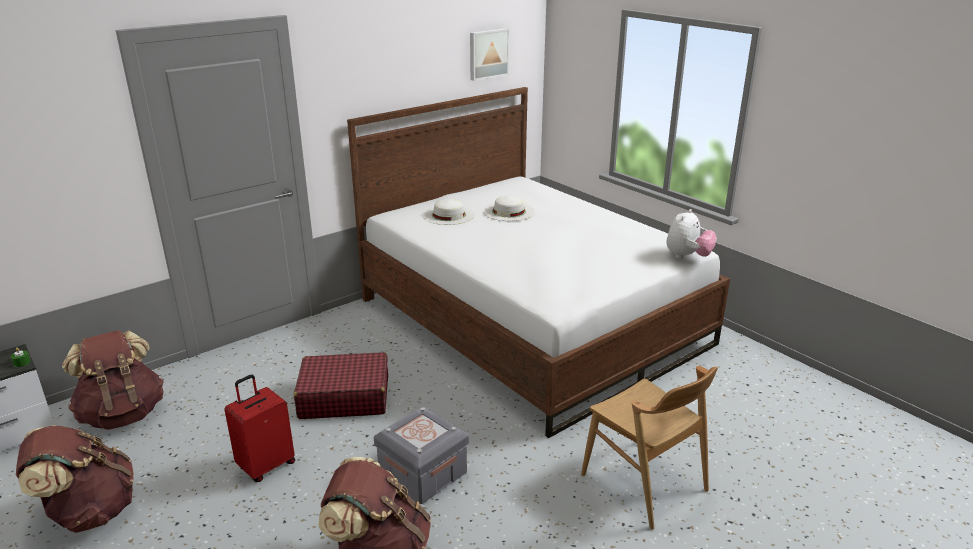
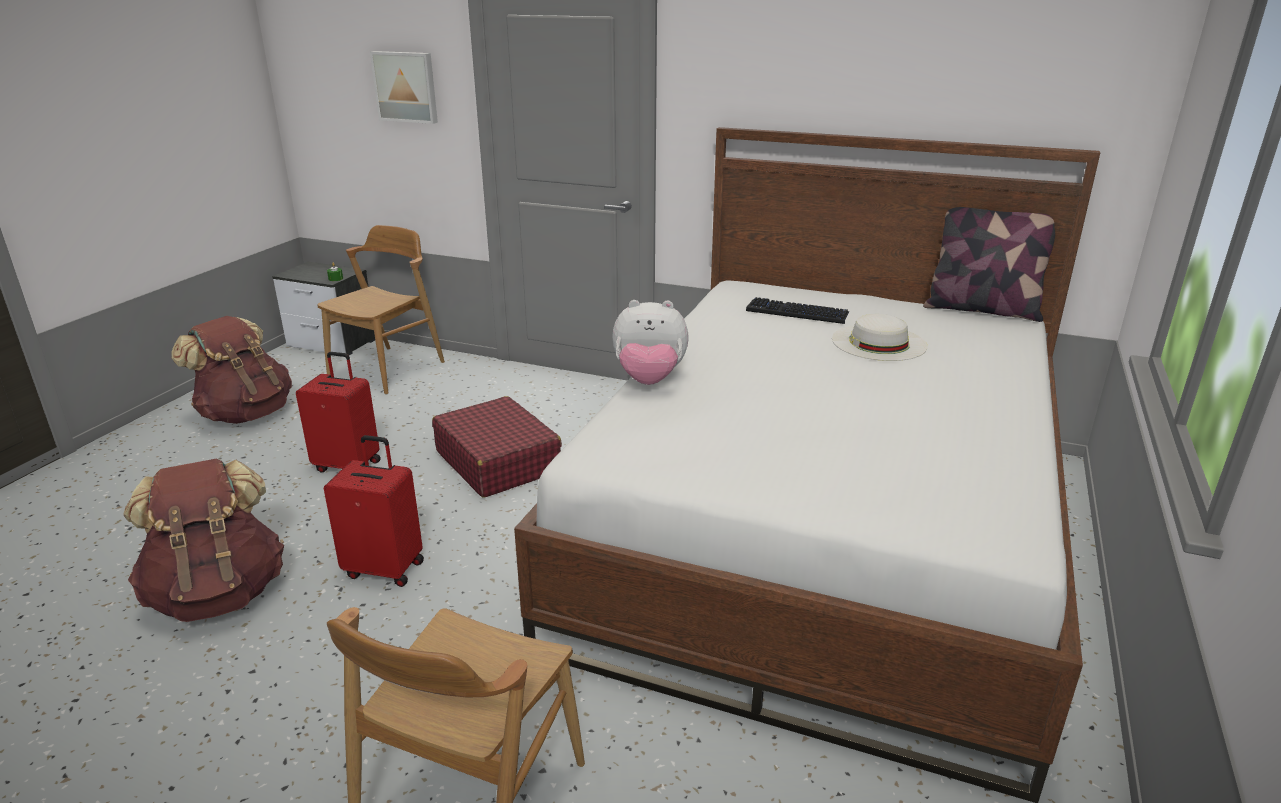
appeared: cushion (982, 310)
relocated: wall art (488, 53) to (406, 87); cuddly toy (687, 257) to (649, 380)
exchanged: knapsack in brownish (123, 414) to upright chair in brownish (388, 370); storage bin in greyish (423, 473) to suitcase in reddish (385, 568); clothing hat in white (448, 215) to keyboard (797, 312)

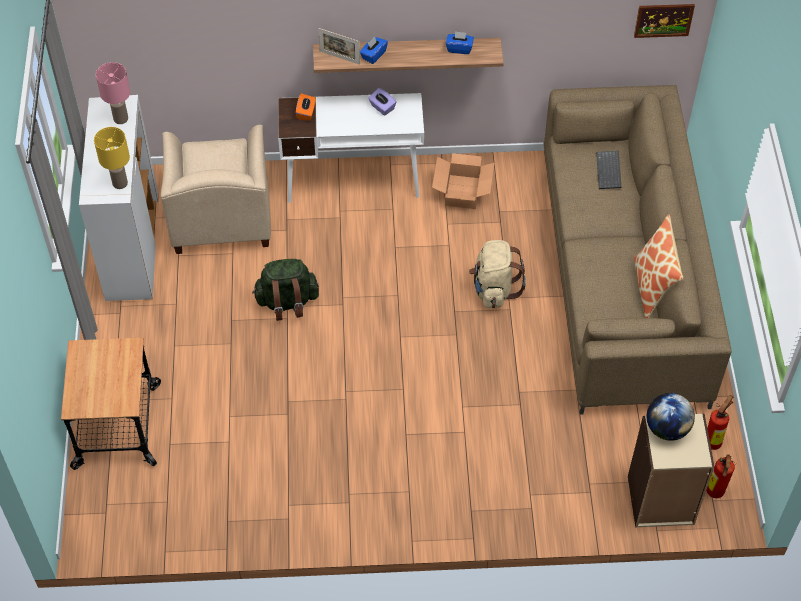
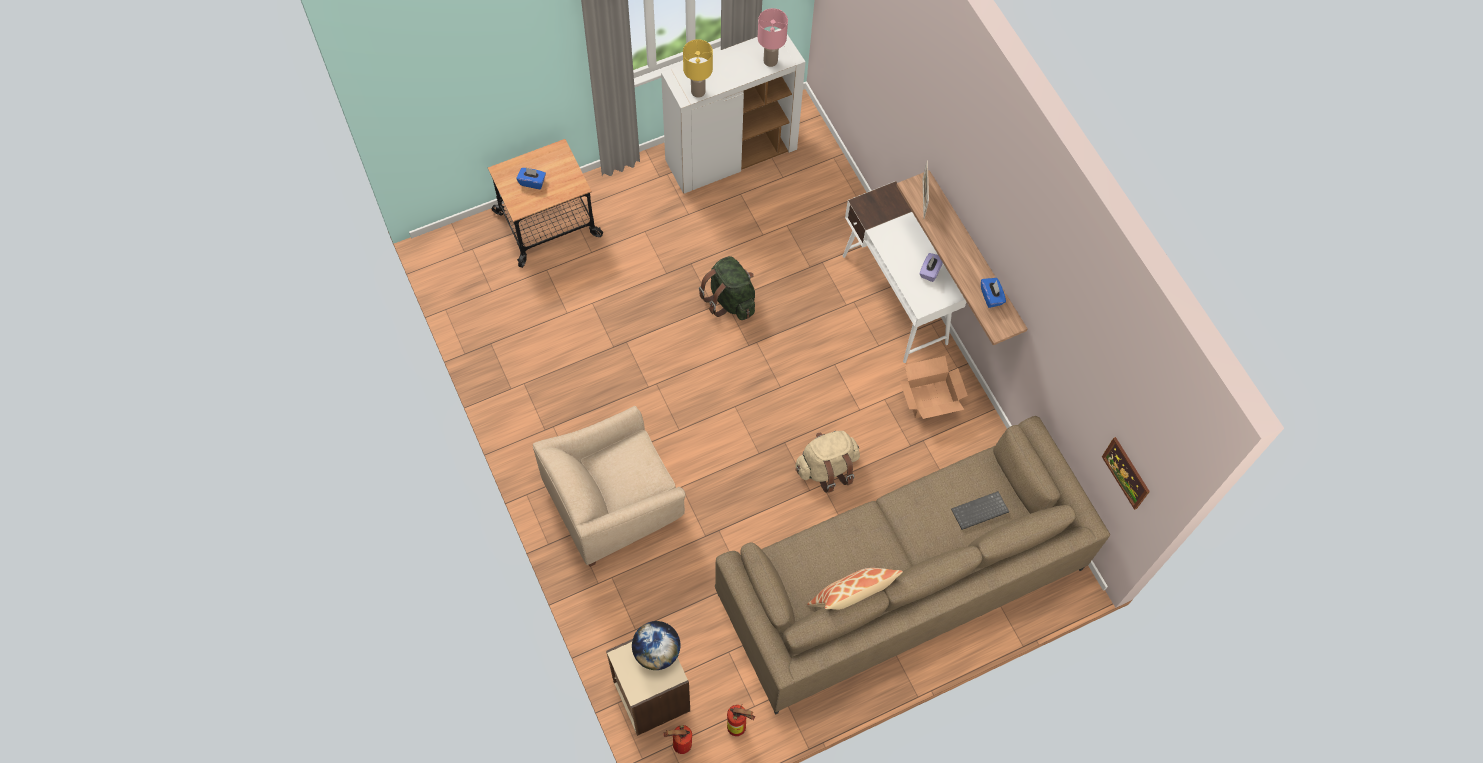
missing: box of tissues in orangey (306, 113)
relocated: armchair in sand-coloured (220, 214) to (613, 502); box of tissues in blue (373, 55) to (532, 182)

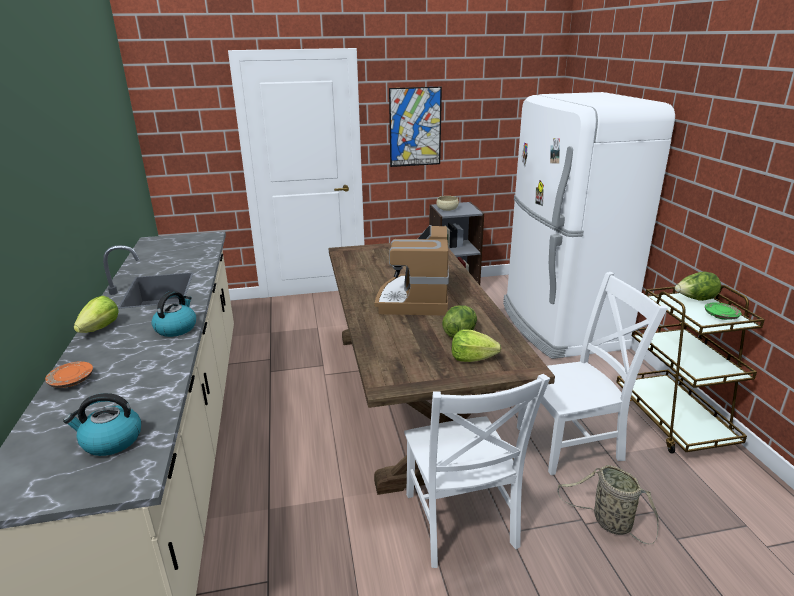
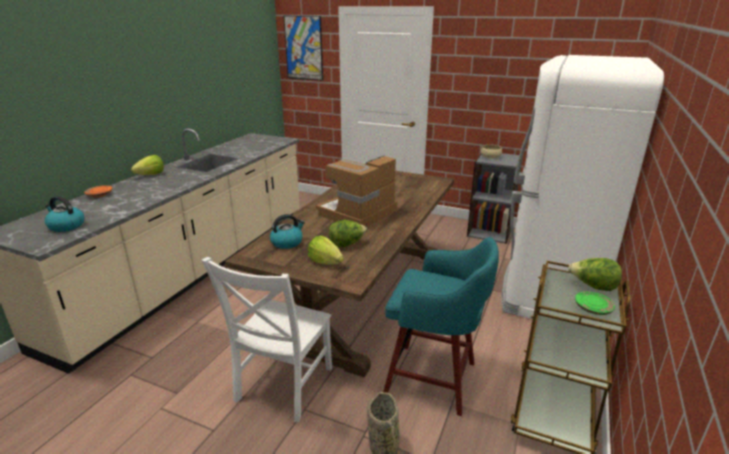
relocated: tea kettle (176, 328) to (287, 242); wall art (415, 127) to (303, 48)
exchanged: upright chair in white (573, 442) to stool in blue-green (434, 379)

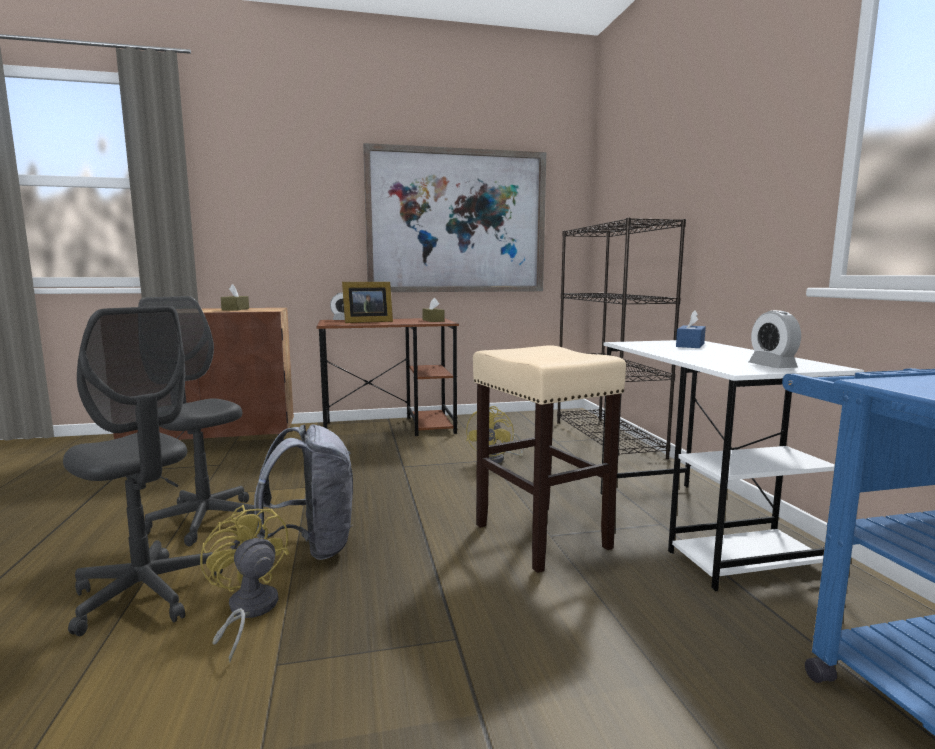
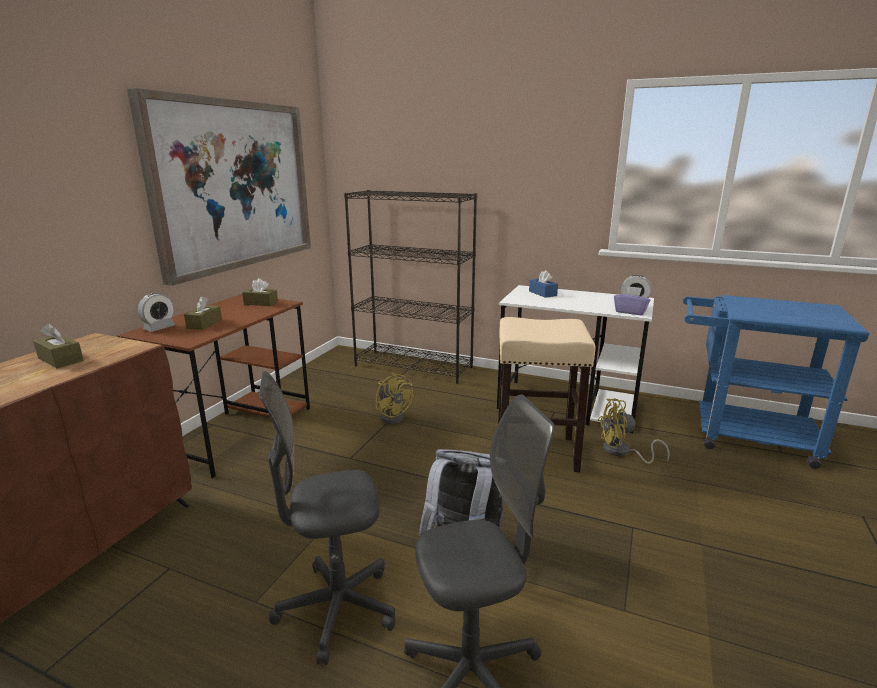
appeared: box of tissues in purple (630, 312)
relocated: fan in yellowish (248, 612) to (622, 452)
exchanged: photo frame (366, 322) to box of tissues in brownish (204, 324)

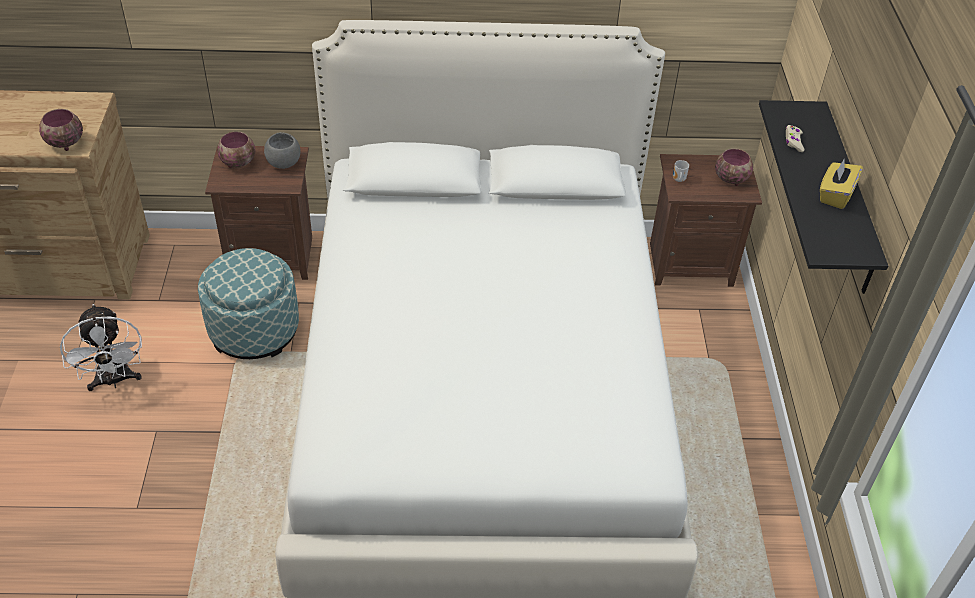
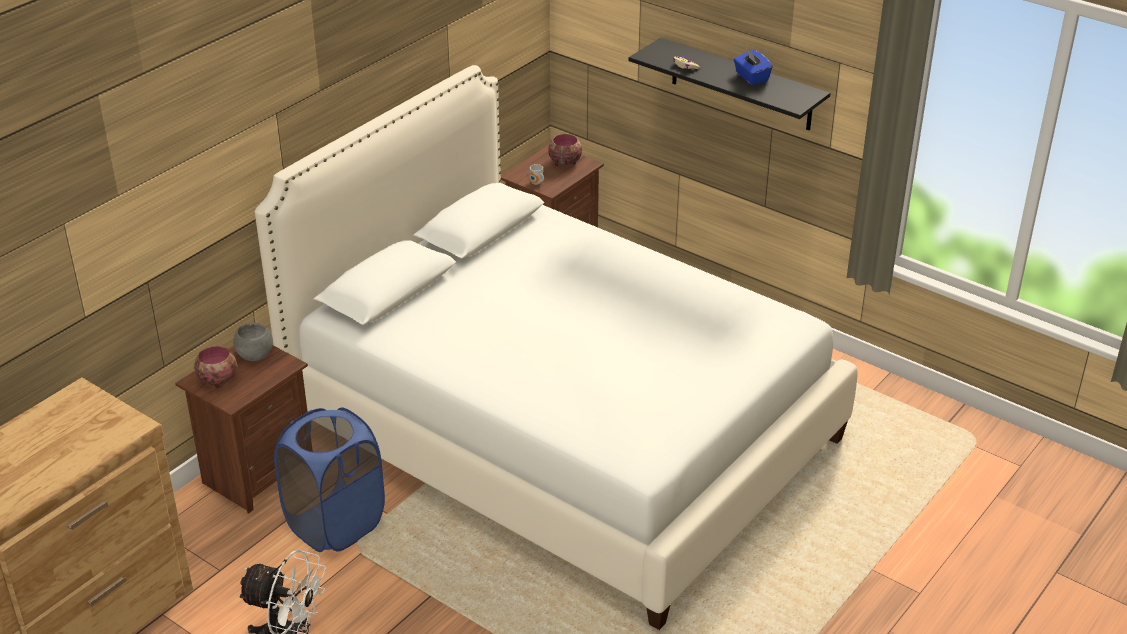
missing: deep dish (64, 143)
exchanged: pouffe (254, 330) to washing basket in blue (335, 524)
colour: box of tissues in yellowish (835, 195) to box of tissues in blue (751, 77)

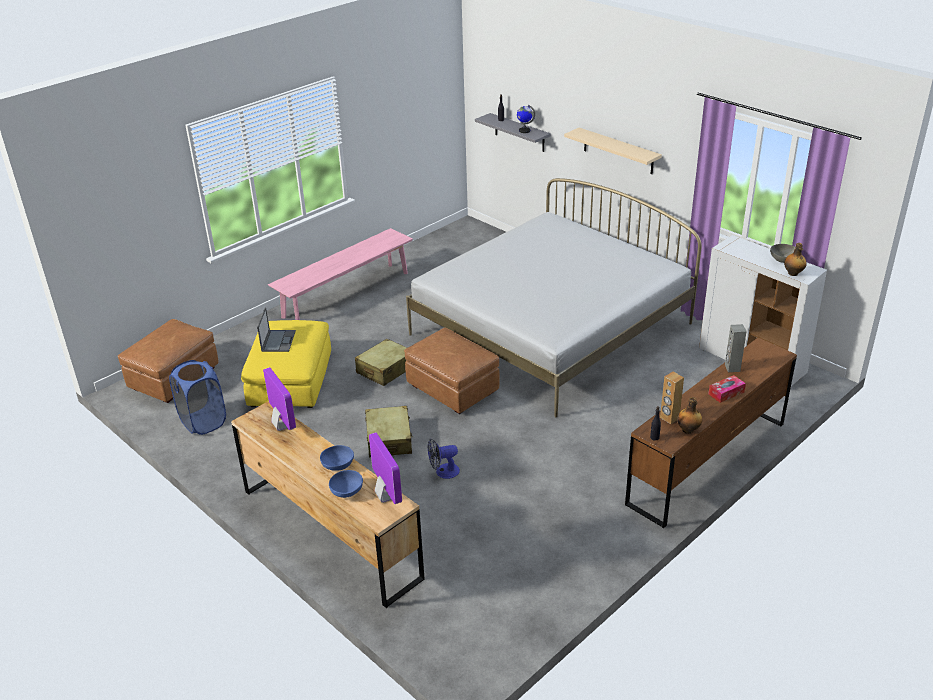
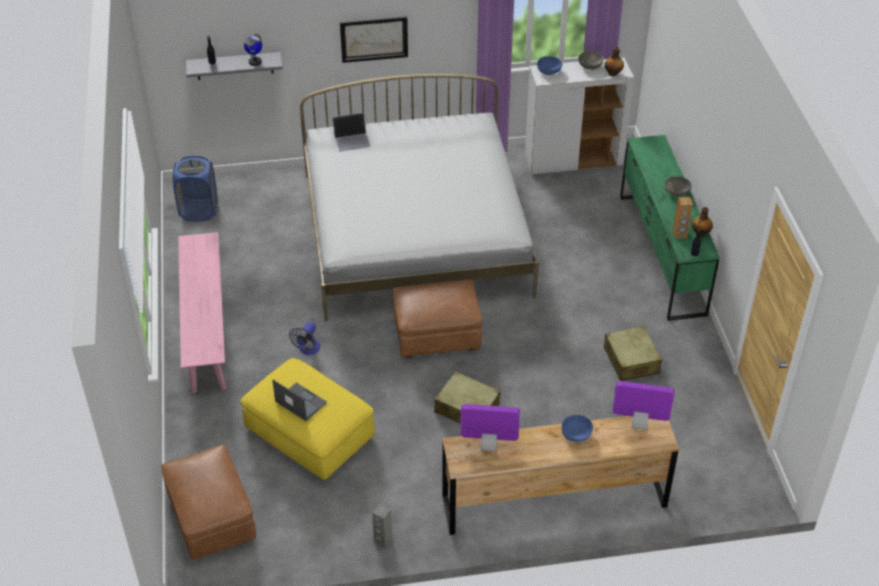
appeared: notebook computer (352, 139)
relocated: washing basket in blue (203, 422) to (199, 210); deep dish in blue (347, 491) to (549, 71); suitcase in sand-coloured (385, 370) to (631, 361); fan (443, 472) to (307, 350); audio speaker in greyish (732, 368) to (383, 541)
exchanged: shelf in sand-coloured (618, 151) to wall art (374, 38); box of tissues (726, 393) to deep dish in greyish (677, 192)
colour: drawer chest in brownish (707, 462) to drawer chest in greenish (661, 254)

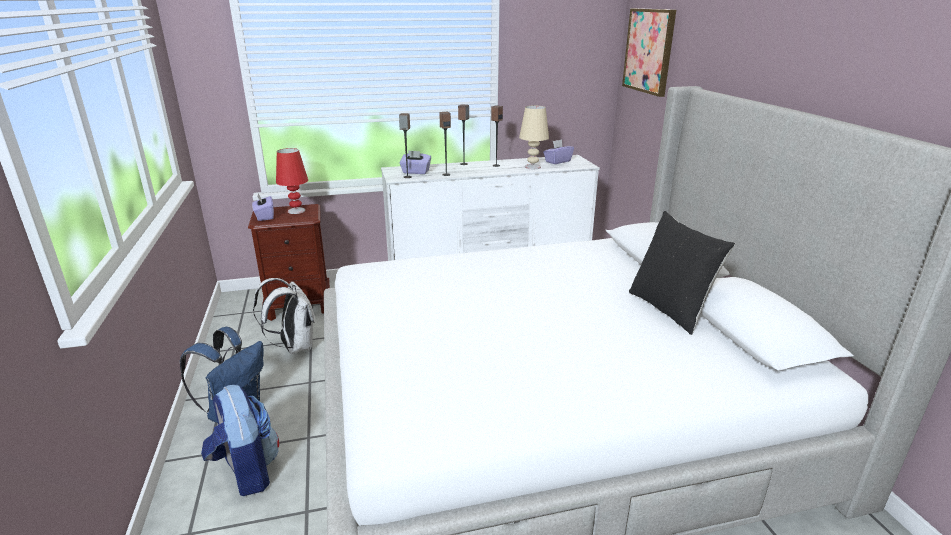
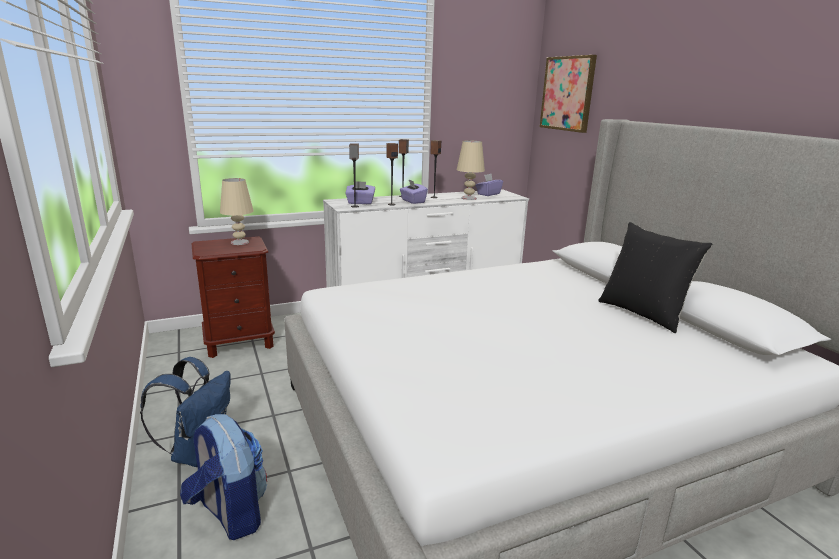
missing: knapsack in white (294, 346)
relocated: box of tissues in purple (264, 216) to (413, 201)
colour: lamp for a table in reddish (296, 211) to lamp for a table in sand-coloured (240, 242)

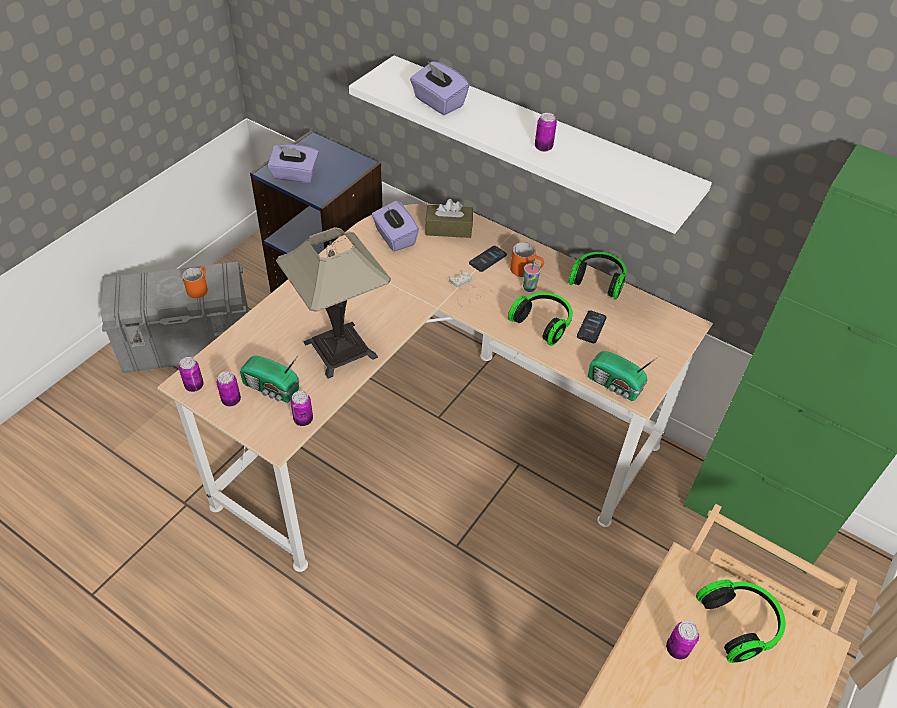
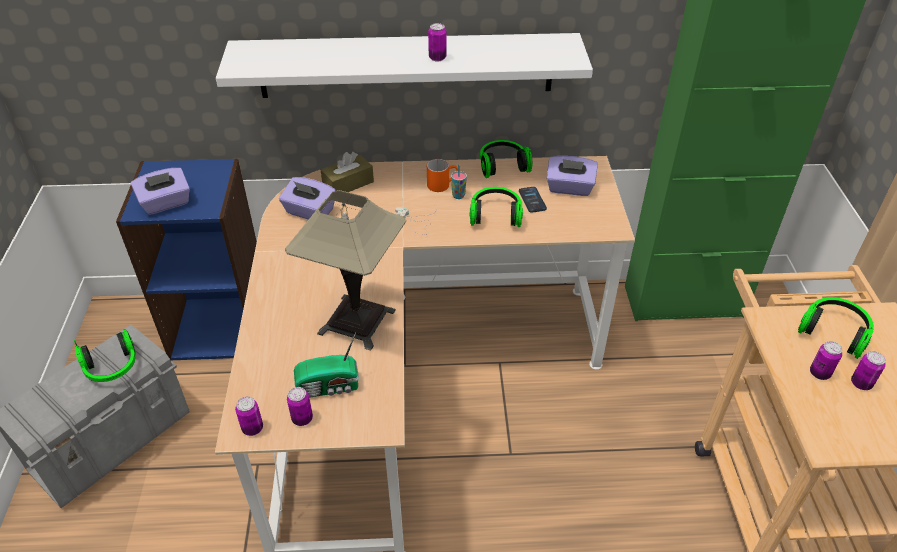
missing: handset (487, 259); radio receiver (615, 385)
relocated: metal can (303, 420) to (861, 383); box of tissues in purple (438, 103) to (569, 188)
exchanged: coffee mug in orangey (198, 288) to headset (112, 368)

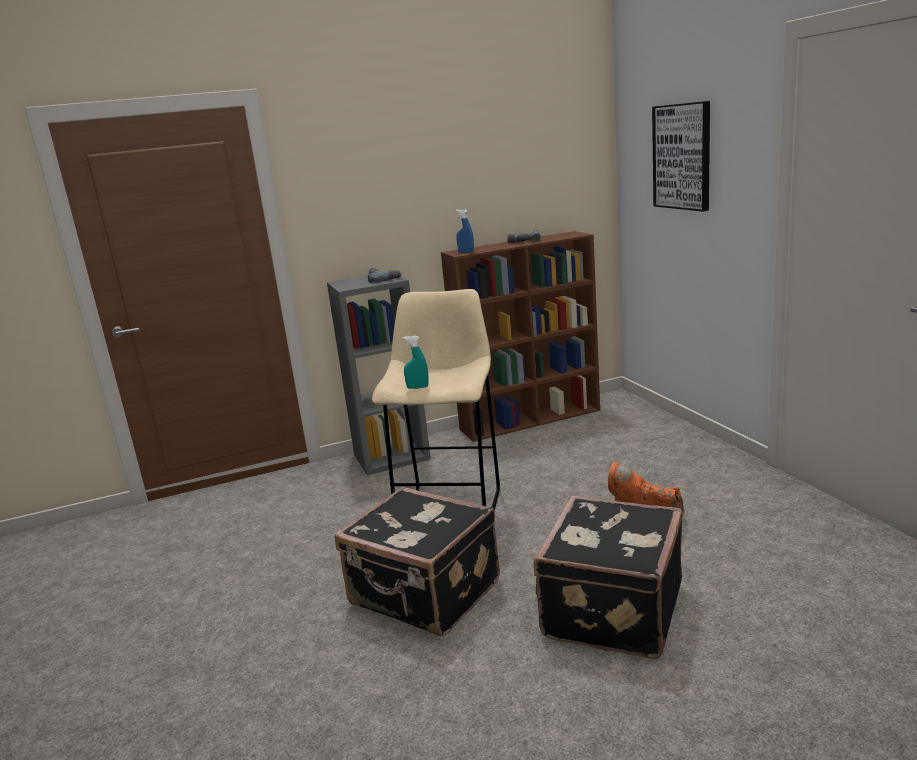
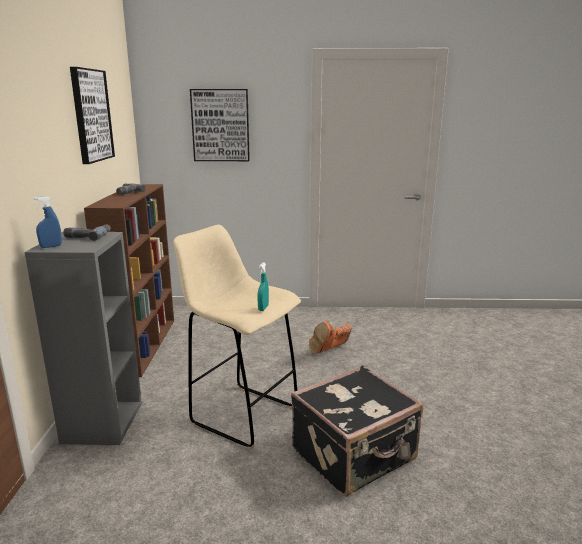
missing: suitcase in black (610, 610)
appeared: wall art (91, 115)
relocated: spray bottle in blue (466, 252) to (51, 246)

